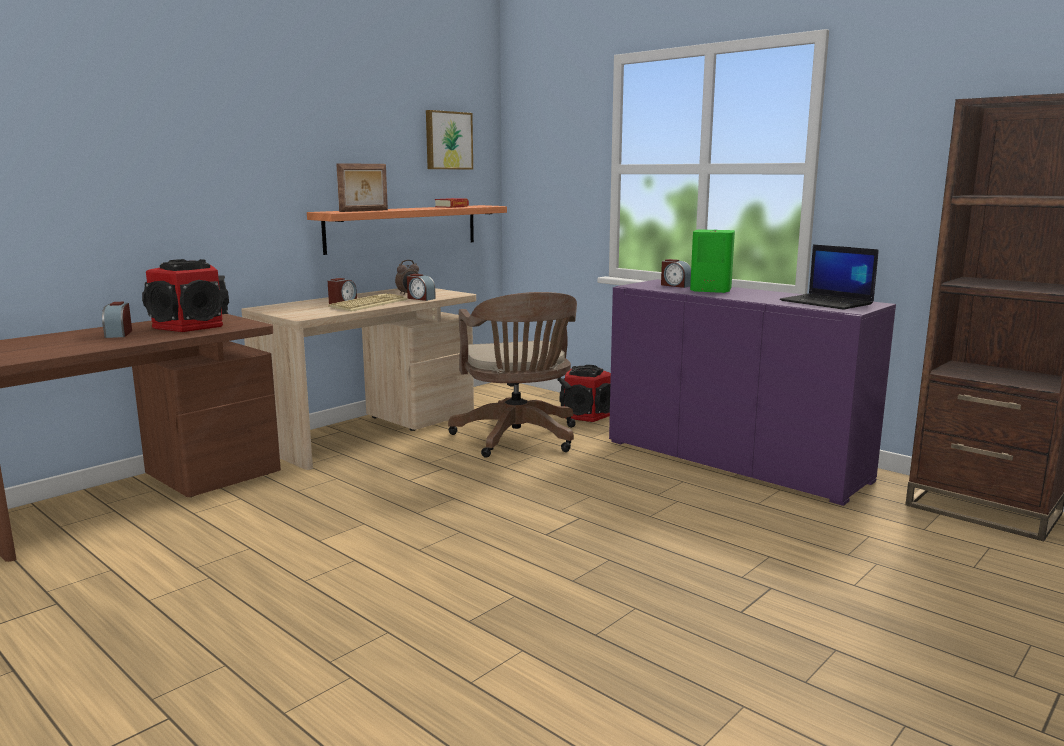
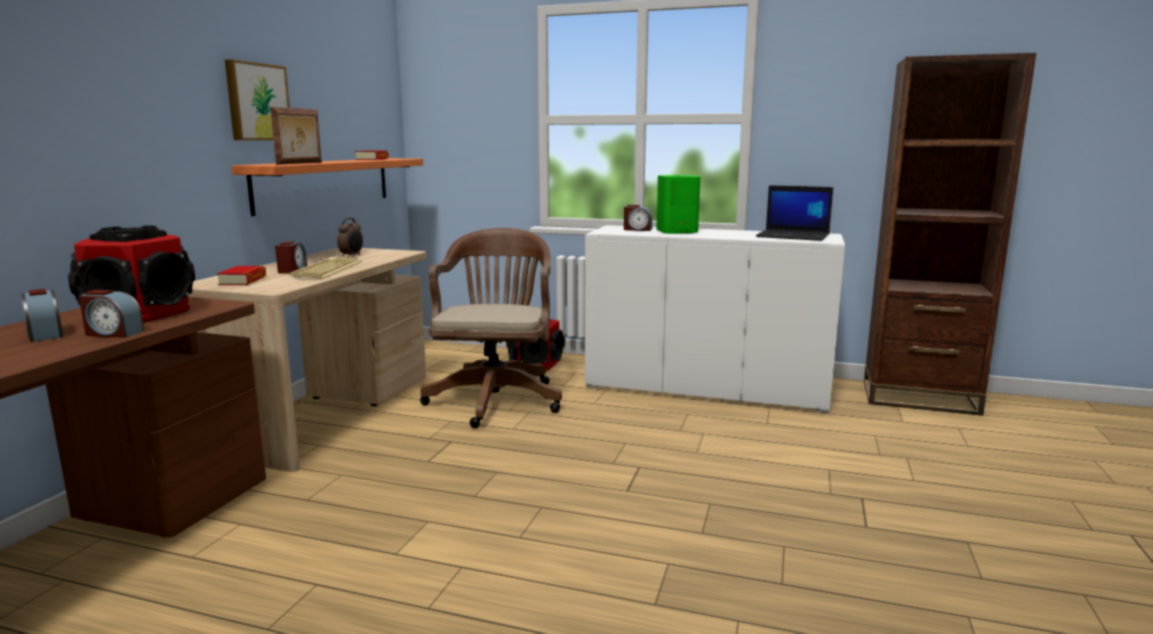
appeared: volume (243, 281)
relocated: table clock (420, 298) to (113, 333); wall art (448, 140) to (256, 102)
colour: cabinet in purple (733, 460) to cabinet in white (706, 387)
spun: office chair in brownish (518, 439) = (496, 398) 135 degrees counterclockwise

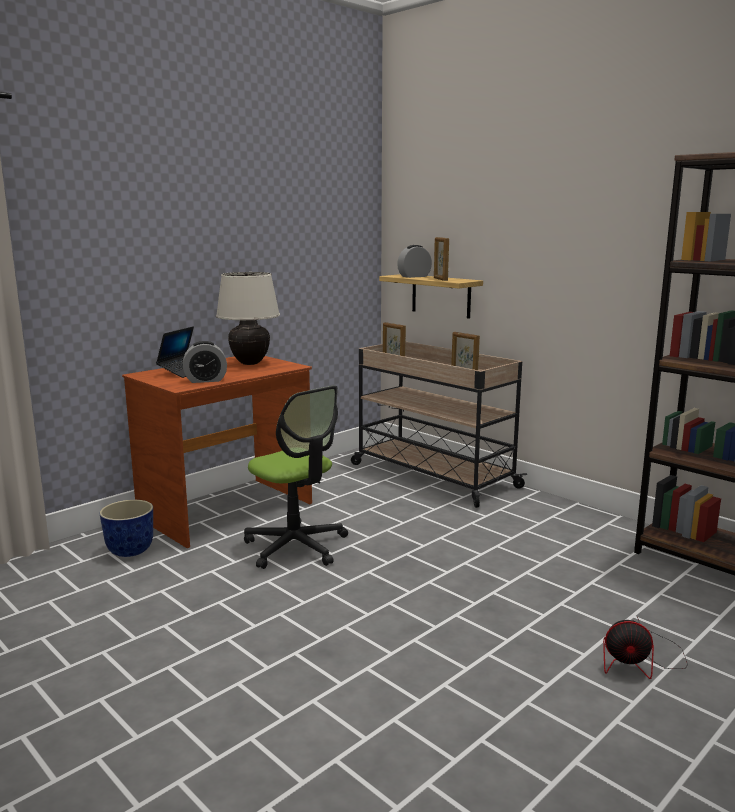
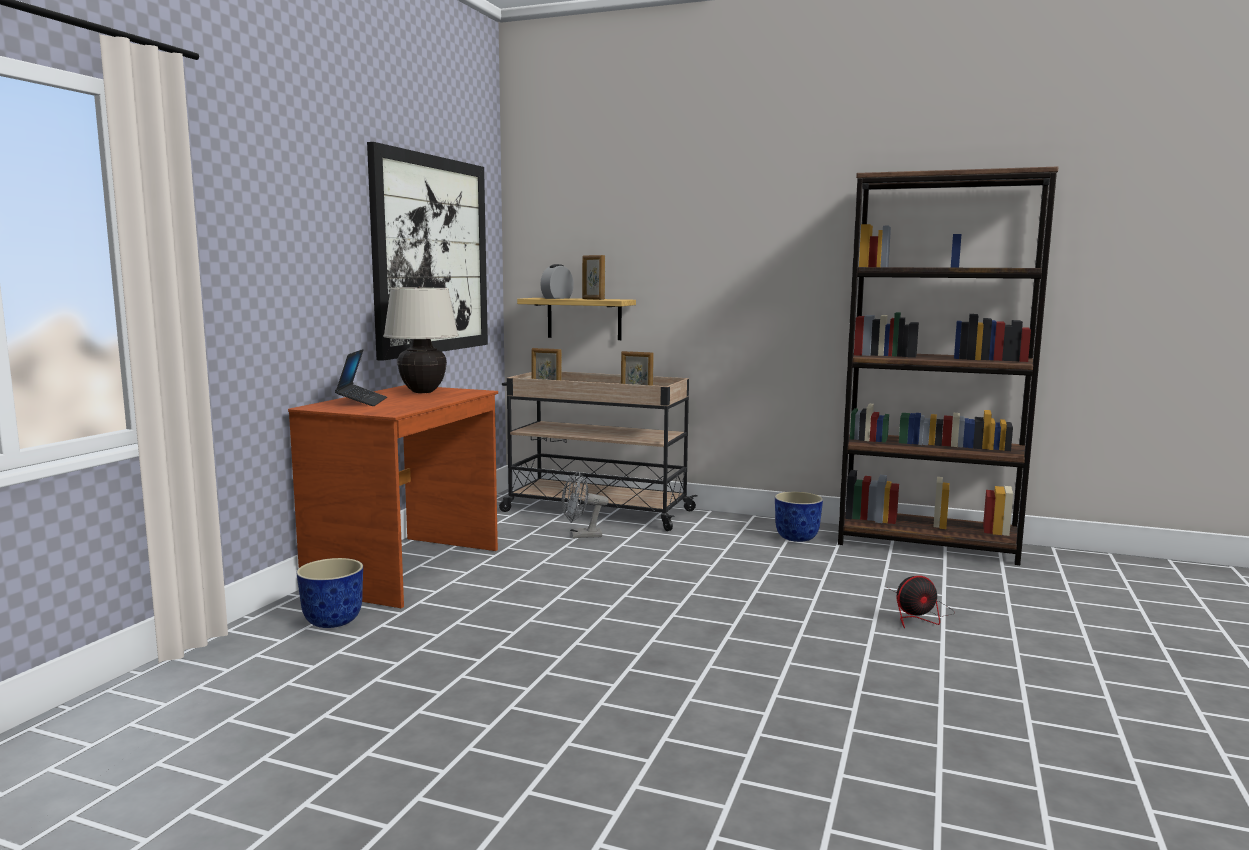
missing: table clock (205, 380); office chair (296, 546)
appeared: wall art (431, 255); fan in greyish (581, 536); planter (797, 538)

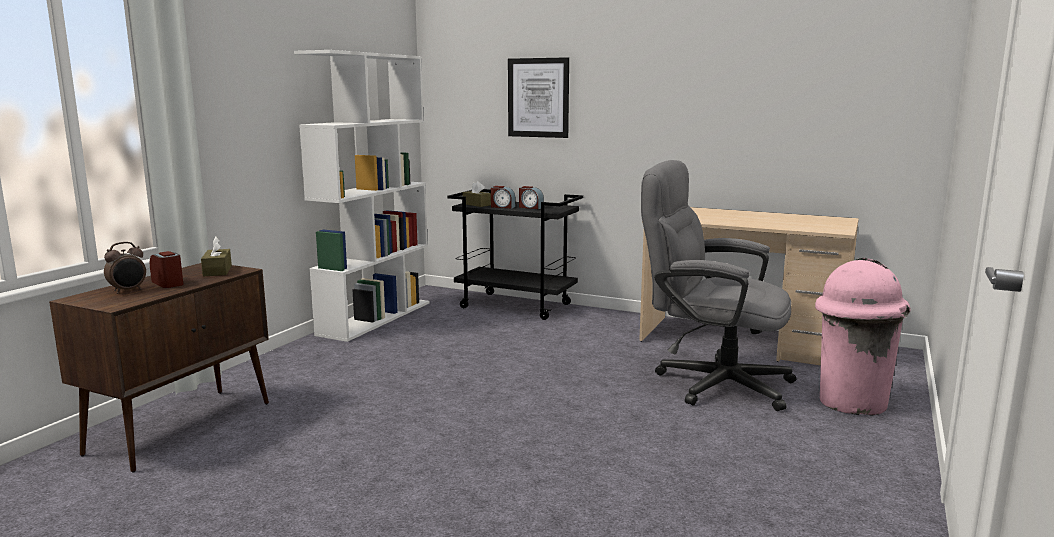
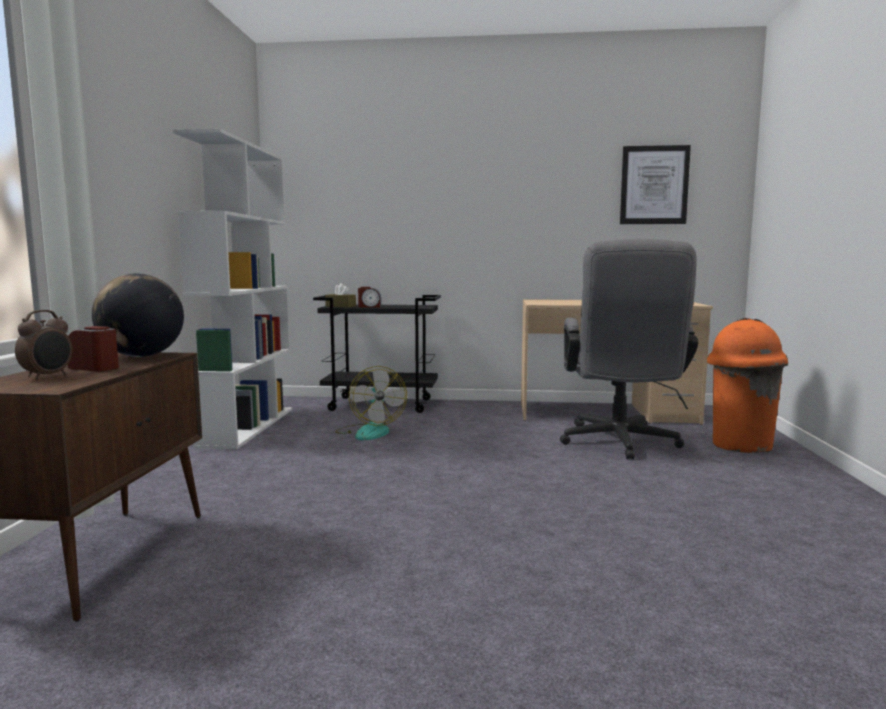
missing: table clock (530, 207)
appeared: fan (369, 431)
relocated: wall art (538, 98) to (654, 185)
exchanged: box of tissues in brownish (217, 271) to world globe (142, 356)
colour: rubbish bin in pink-coloured (851, 402) to rubbish bin in orangey (740, 445)
spun: office chair in greyish (711, 382) = (620, 444) 90 degrees counterclockwise

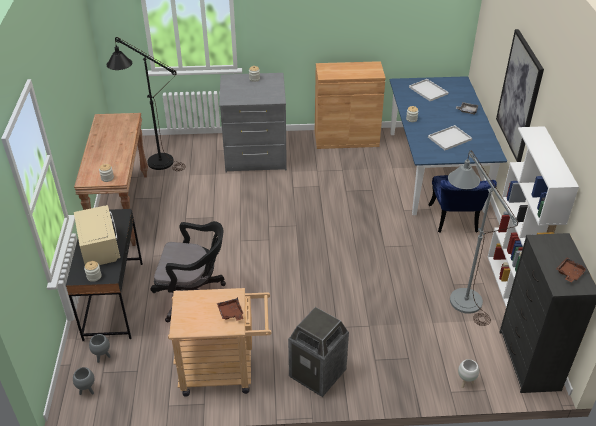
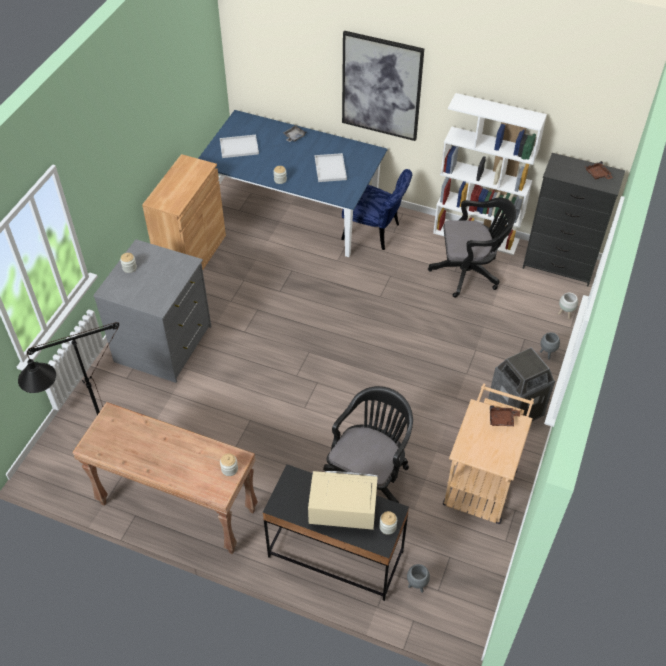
relocated: planter in greyish (87, 391) to (547, 354)
exchanged: floor lamp in greyish (460, 295) to office chair in black (469, 272)

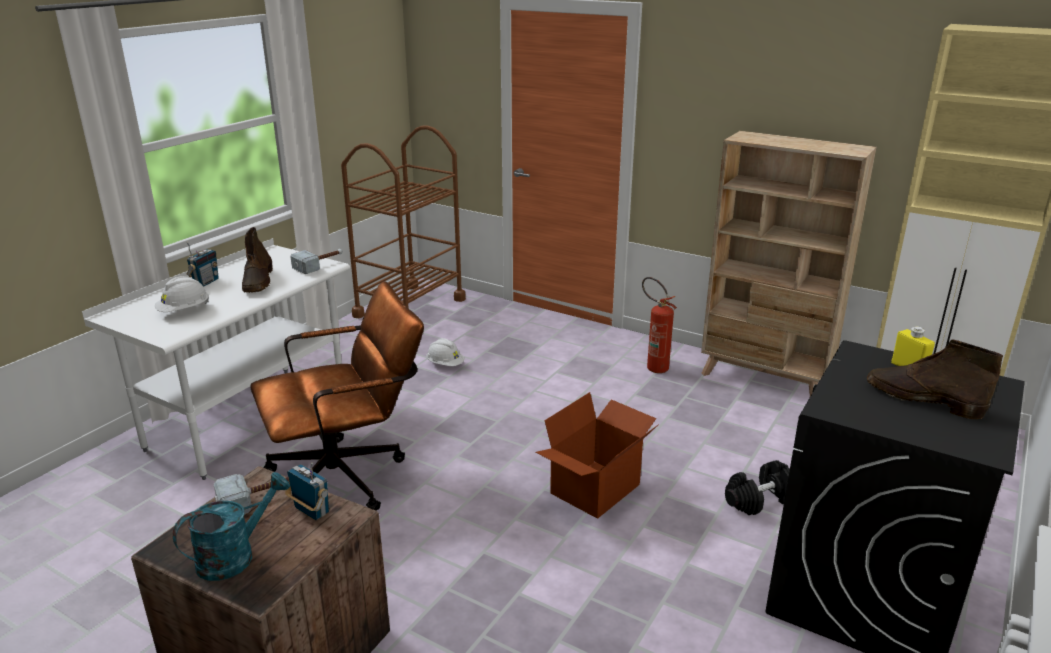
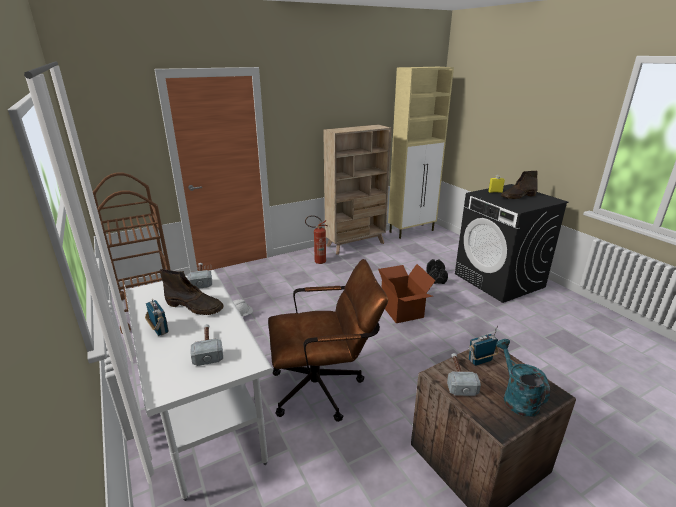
exchanged: work helmet in white (184, 311) to tool hammer (208, 348)
spun: office chair in brownish (348, 476) = (325, 387) 75 degrees clockwise

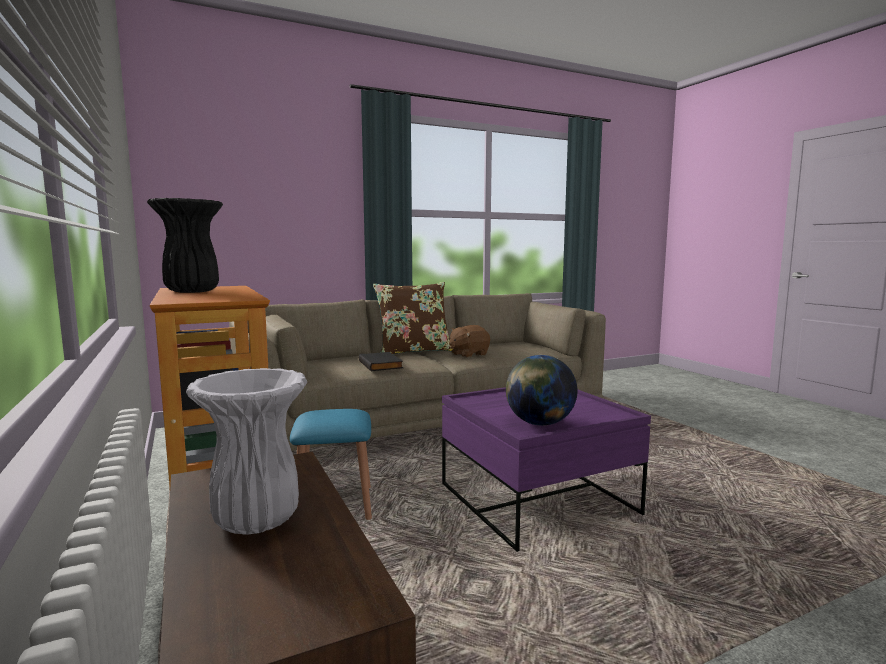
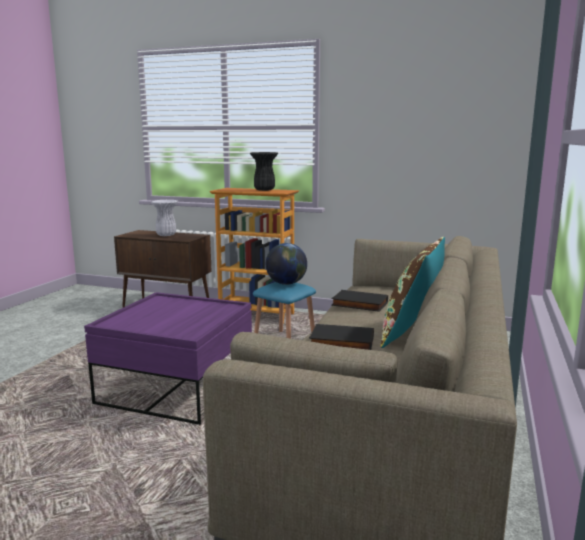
relocated: world globe (539, 423) to (286, 283)
exchanged: cuddly toy in brownish (468, 354) to volume in black (341, 342)

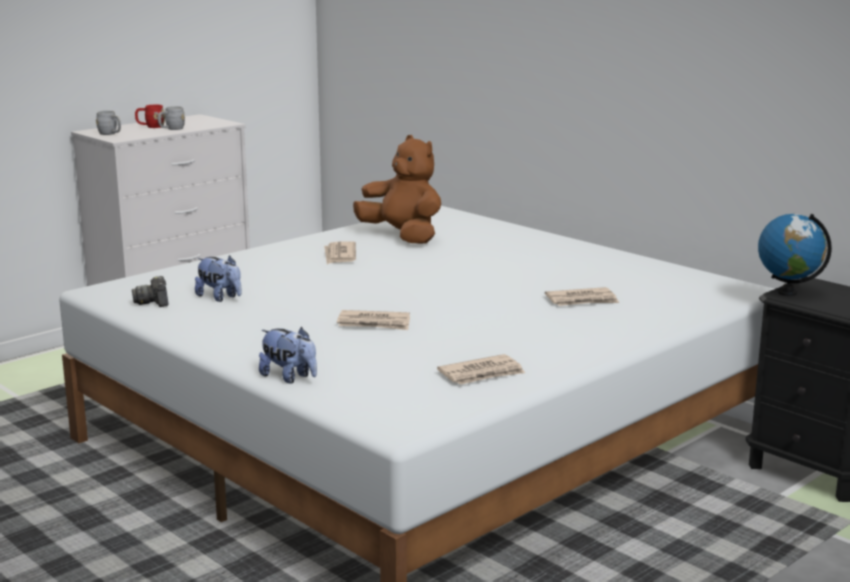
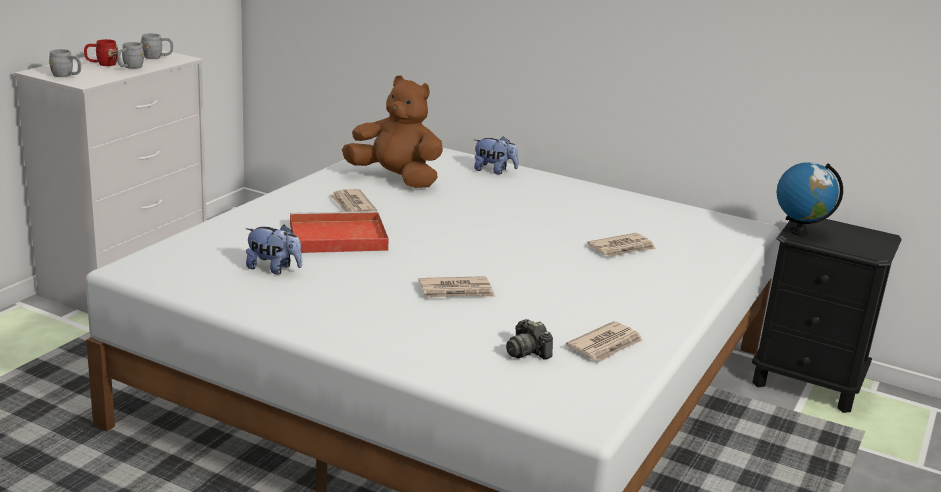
appeared: coffee mug in greyish (157, 57); tray in reddish (335, 237)
relocated: still camera (154, 302) to (527, 352); cuddly toy (289, 377) to (494, 171)

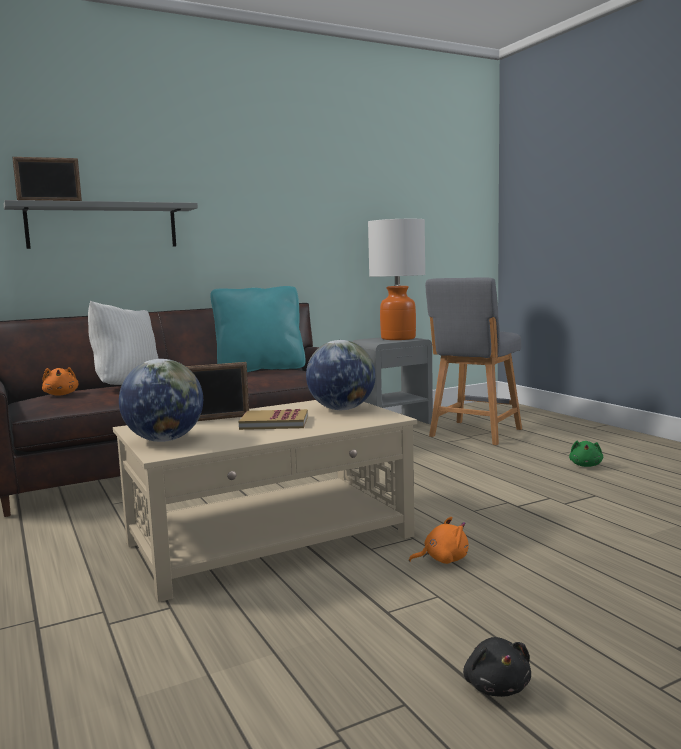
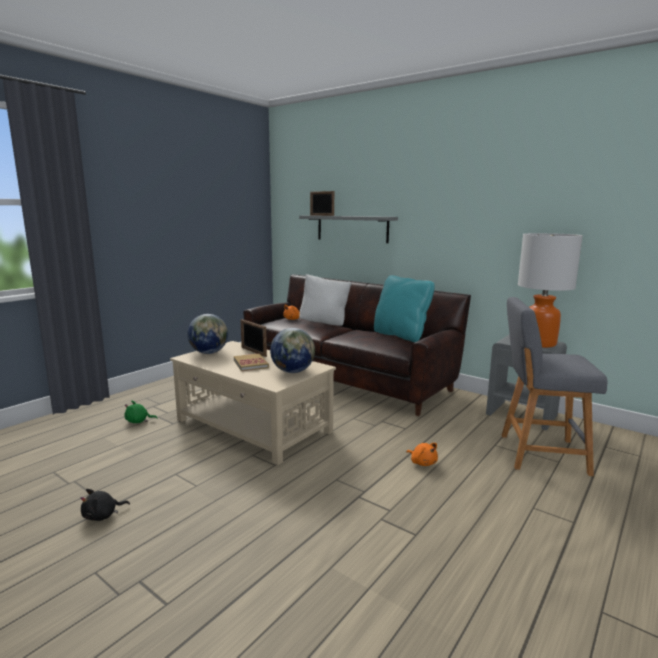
relocated: cuddly toy in orangey (442, 560) to (422, 462); cuddly toy in greenish (586, 465) to (138, 421)

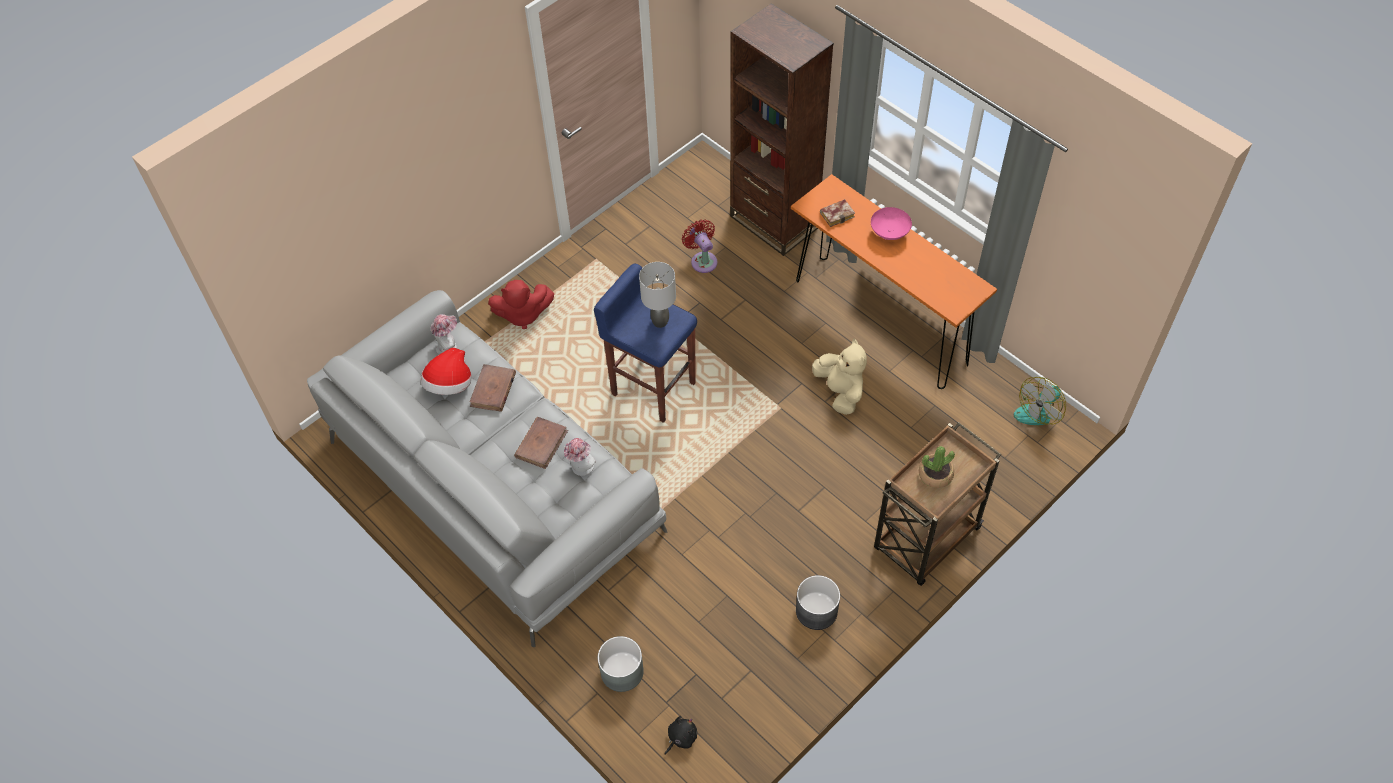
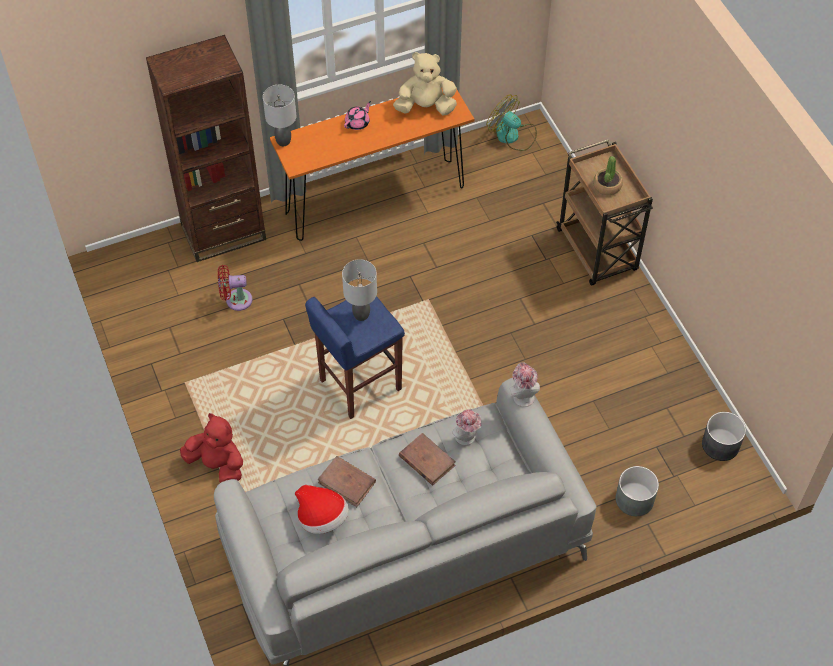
missing: cuddly toy in black (681, 738); volume (837, 214)
appeared: lamp for a table in greyish (283, 141)
relocated: clothing hat (448, 346) to (522, 395); planter in greyish (817, 610) to (720, 444); cuddly toy in sand-coloured (840, 391) to (426, 107)
exchanged: deep dish in pink-coloured (890, 232) to teapot in pink-coloured (357, 123)
spun: cuddly toy in reddish (522, 314) = (217, 464) 75 degrees counterclockwise; fan (1039, 410) = (512, 136) 150 degrees clockwise

